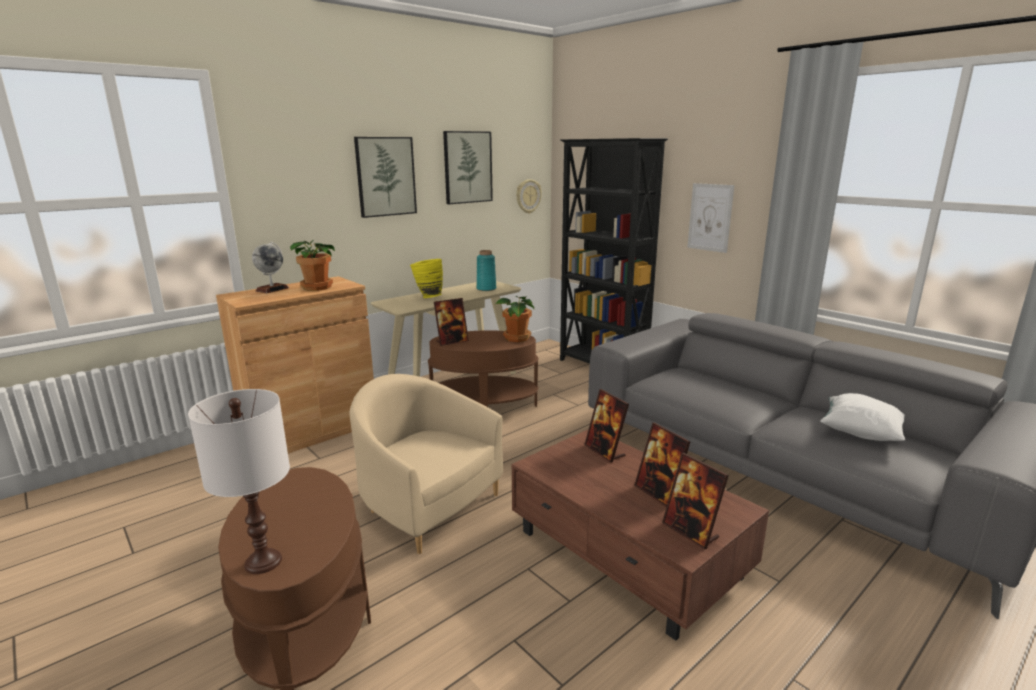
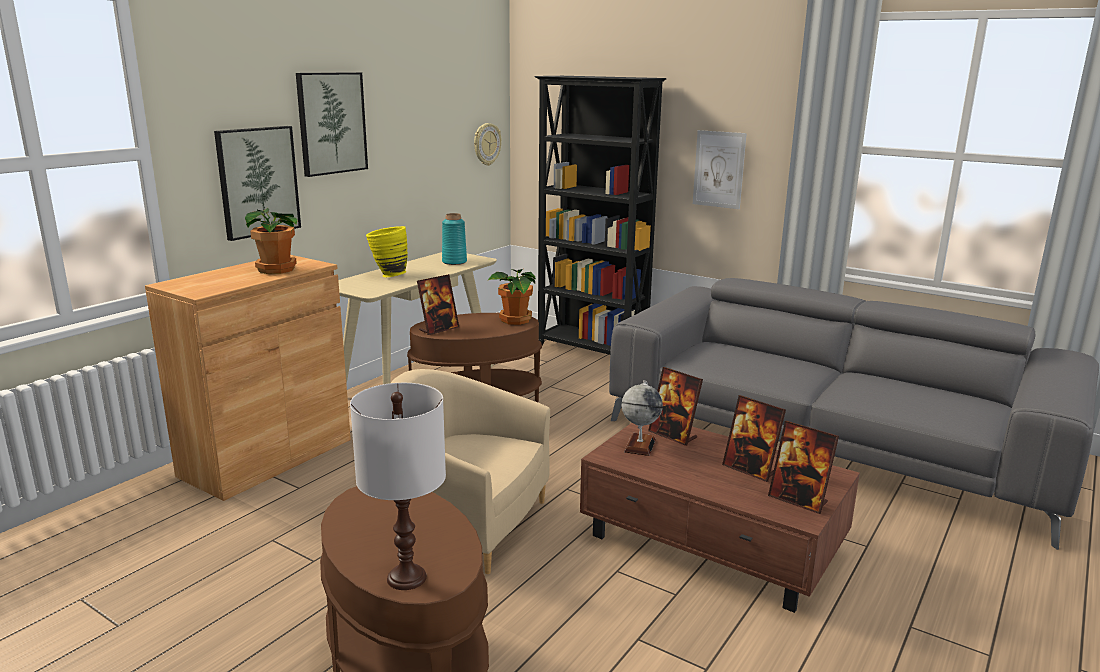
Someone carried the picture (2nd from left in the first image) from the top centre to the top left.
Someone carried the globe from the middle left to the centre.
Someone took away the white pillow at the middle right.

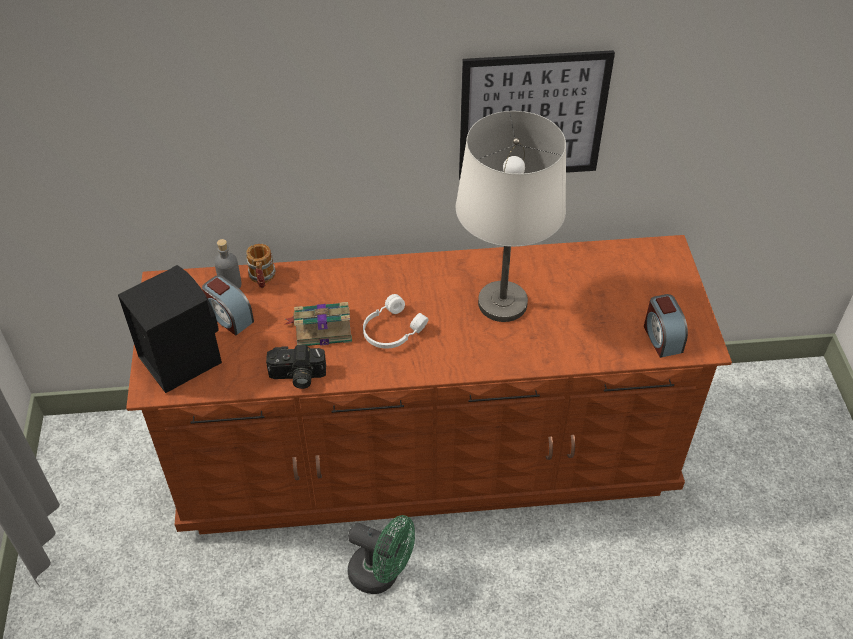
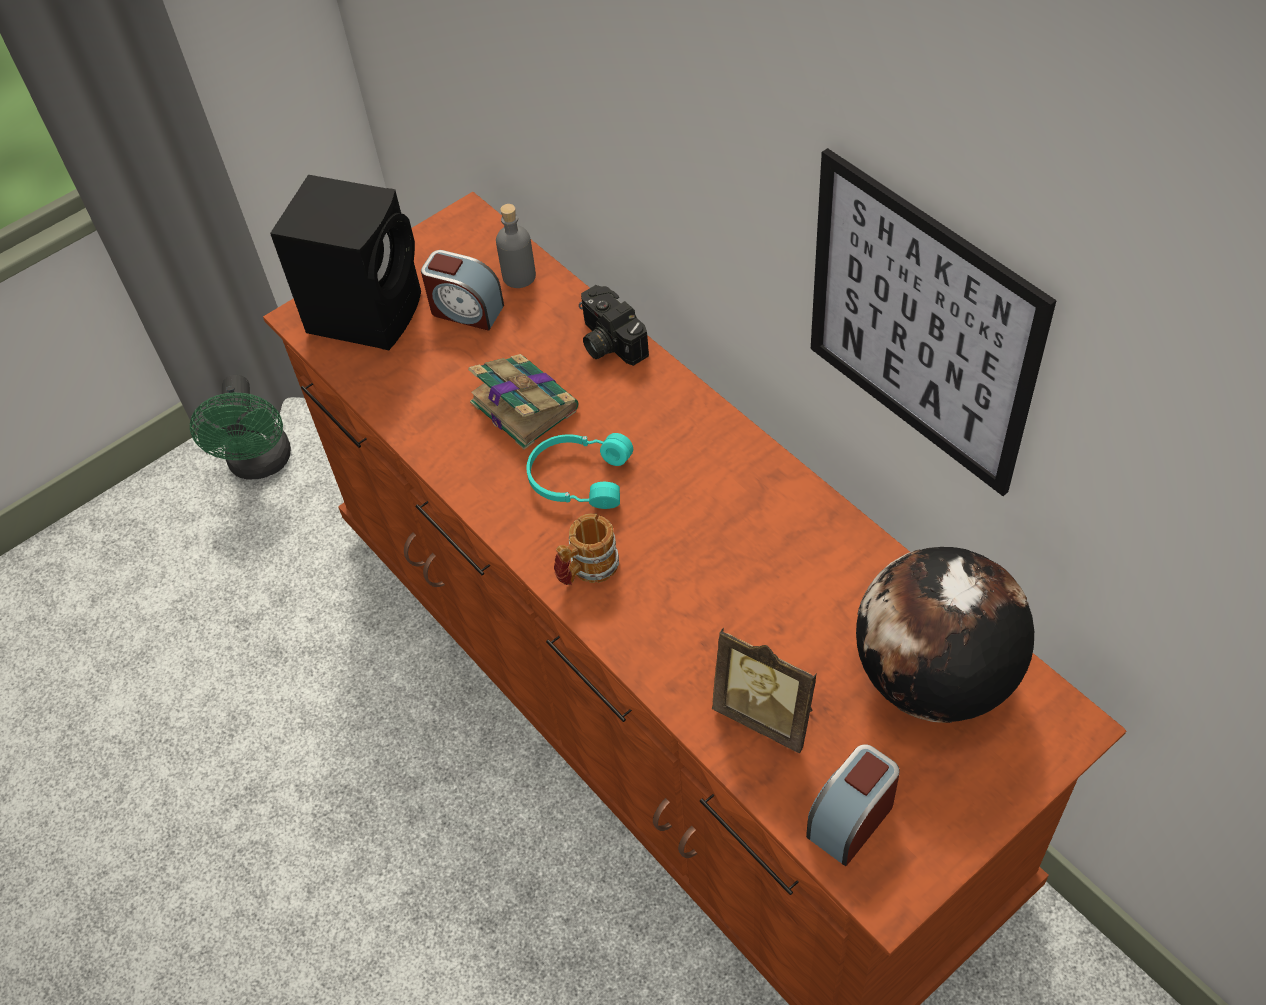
Someone took away the white table lamp at the centre.
Someone carried the mug from the middle left to the centre.
Someone rotated the alarm clock (1st from left) at the middle left by 75 degrees counterclockwise.
Someone repainted the white headphones at the centre, which became the turquoise headphones at the centre.
Someone carried the photo camera from the centre to the top centre.
Someone carried the green fan from the bottom centre to the middle left.
Someone put down the globe at the middle right.
Someone put down the picture frame at the bottom centre.

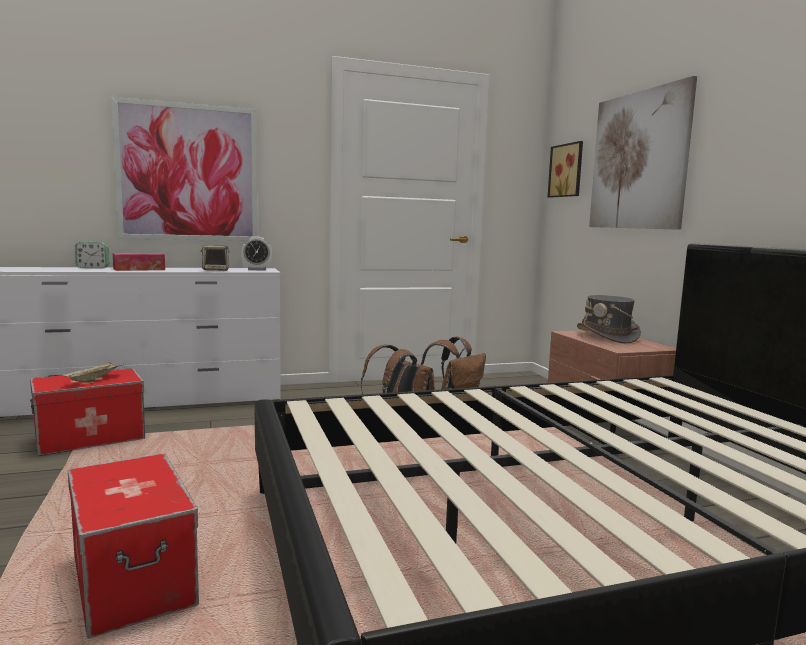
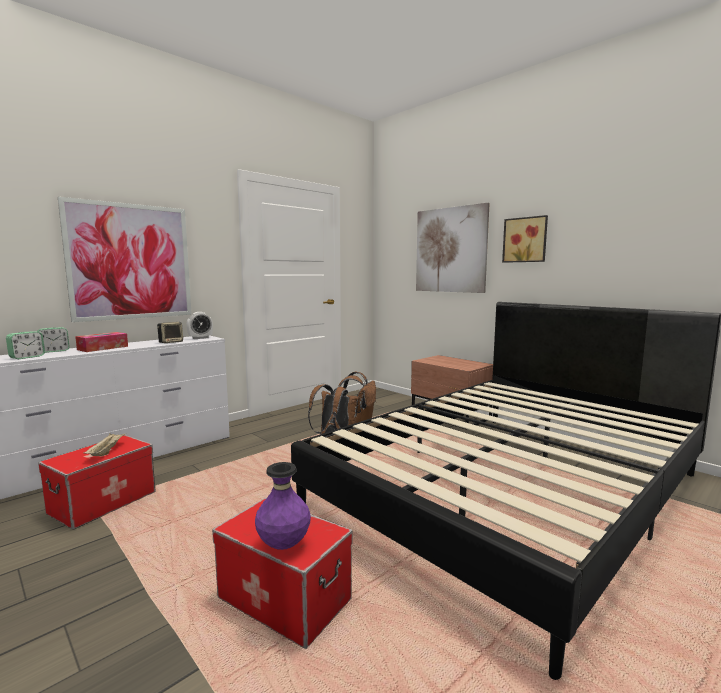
Someone carried the picture (2nd from left in the first image) from the top right to the middle right.
Someone took away the grey hat at the middle right.
Someone put down the alarm clock (1st from left) at the middle left.
Someone put down the purple vase at the bottom centre.

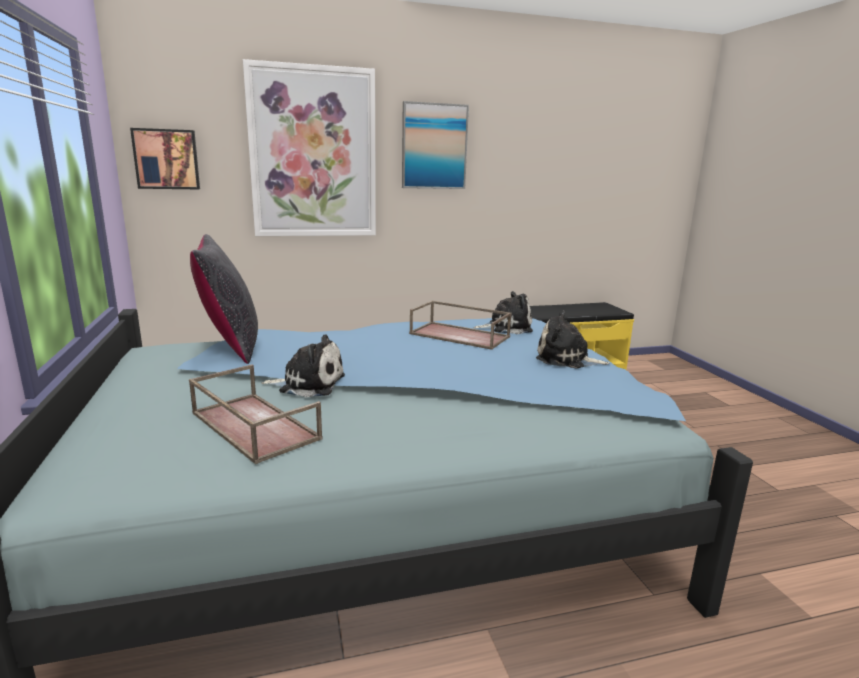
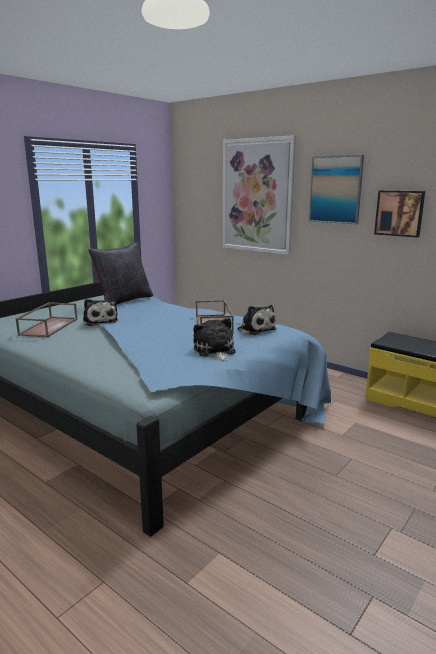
Someone carried the picture (1st from left in the first image) from the top left to the top right.

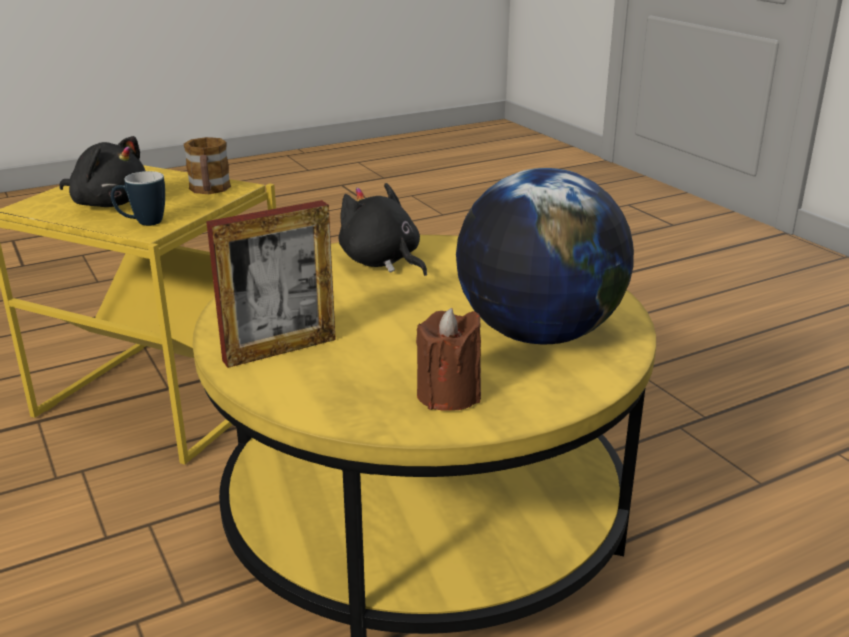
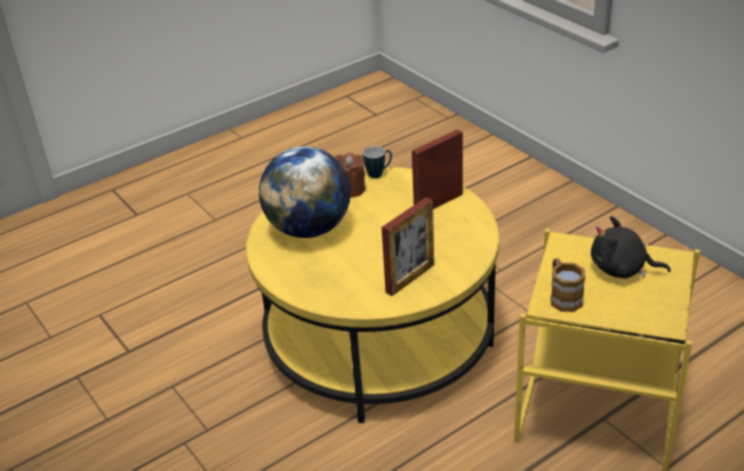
Someone carried the mug (1st from left) from the top left to the centre.
Someone swapped the black plush toy (2nd from left) at the centre for the picture frame (1st from left) at the centre.

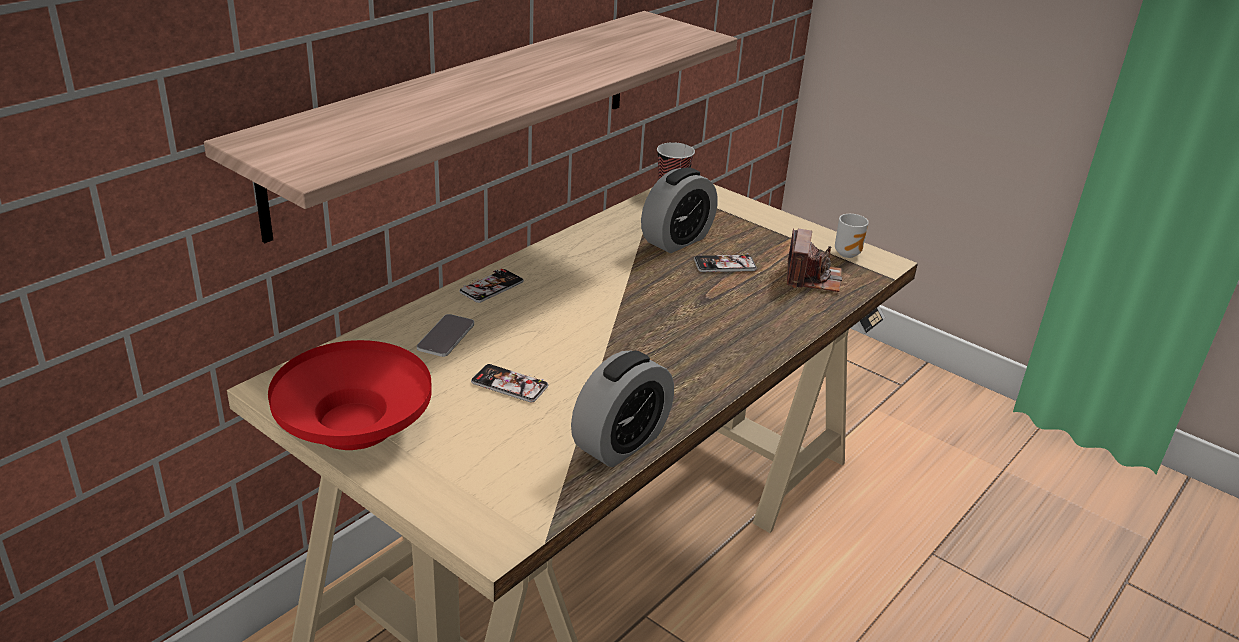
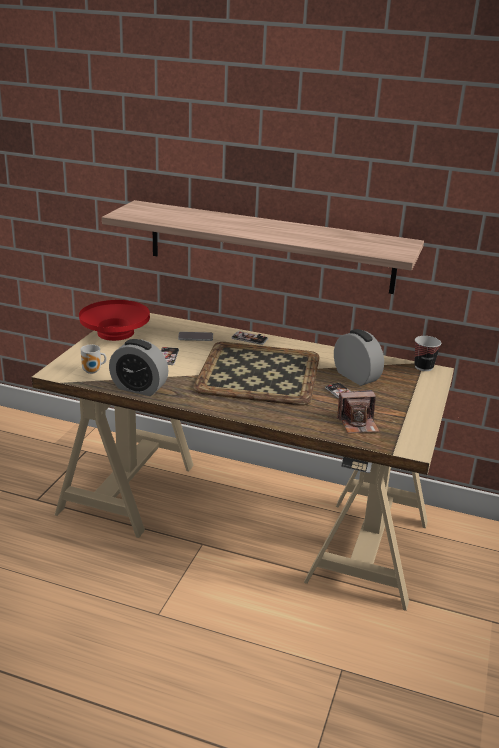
Someone rotated the alarm clock (2nd from left) at the top centre by 150 degrees counterclockwise.
Someone carried the mug from the middle right to the middle left.
Someone put down the tray at the centre.

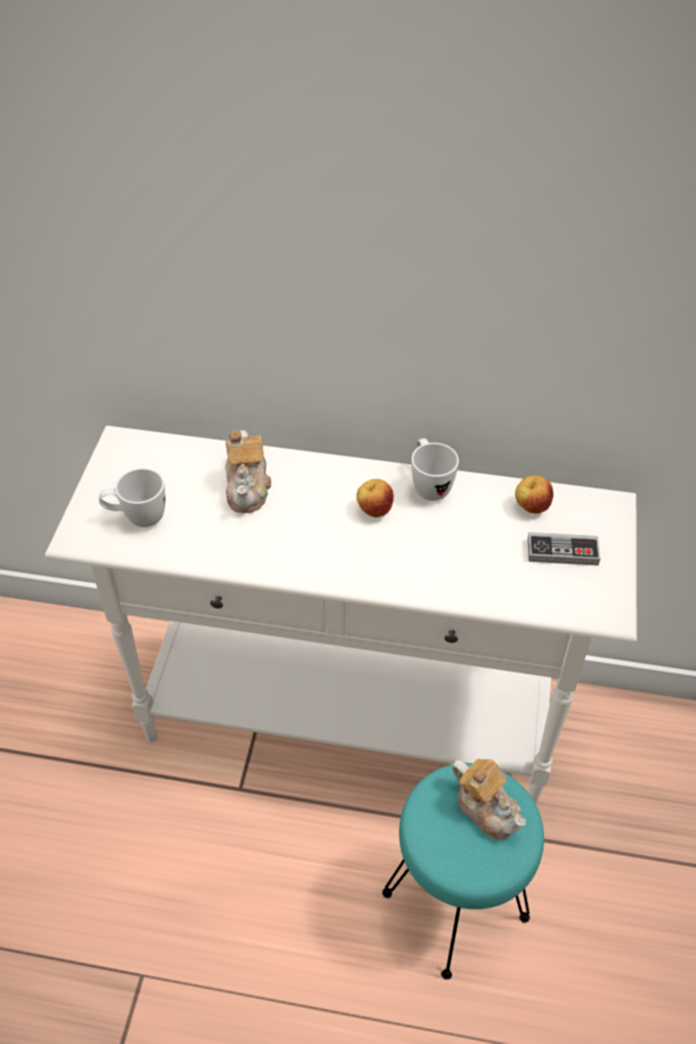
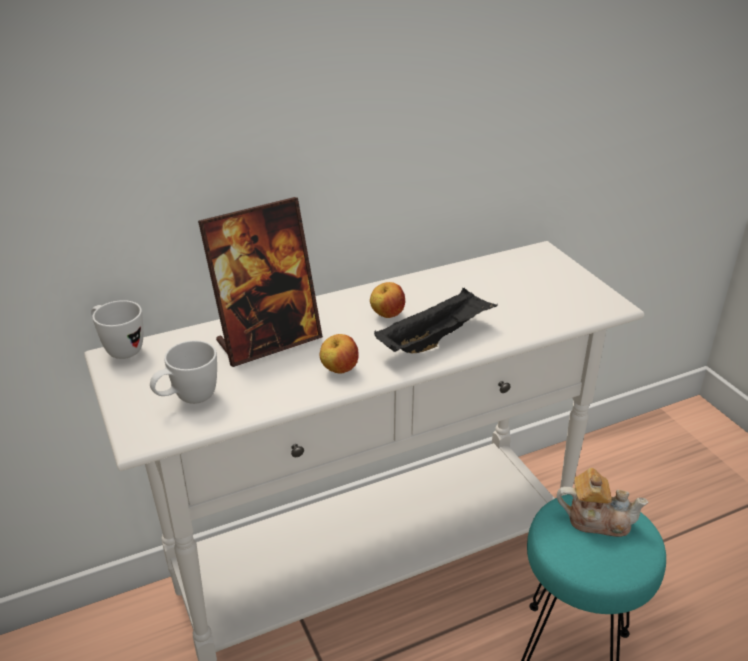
Someone swapped the teapot (1st from left) at the centre for the picture frame at the centre.
Someone carried the white mug (2nd from left in the first image) from the centre to the middle left.
Someone carried the apple (2nd from left in the first image) from the middle right to the centre.
Someone took away the game controller at the middle right.
Someone put down the black tray at the centre.

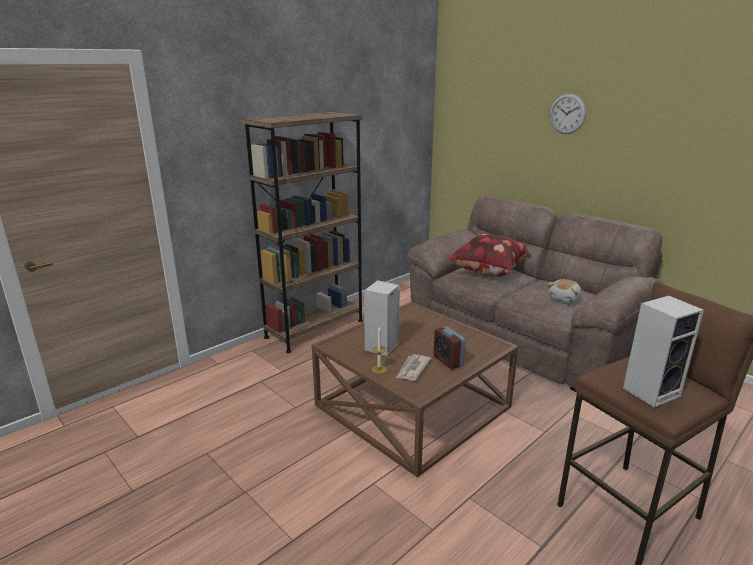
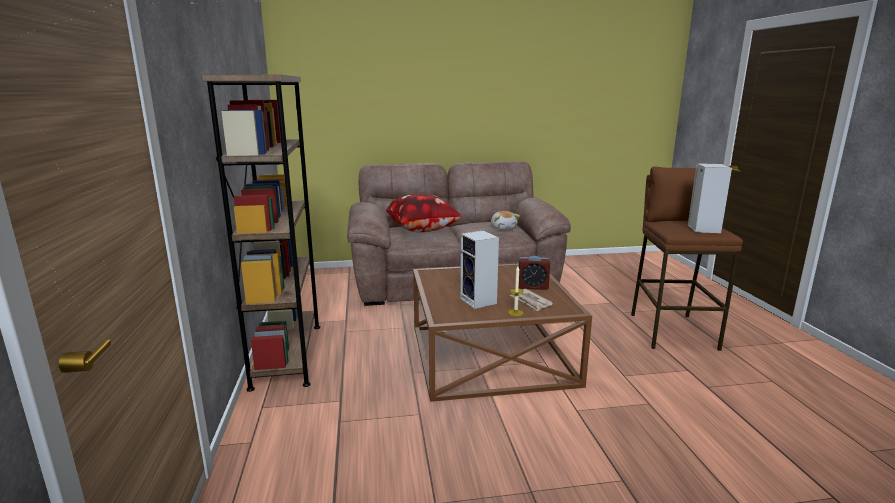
Someone took away the wall clock at the top right.

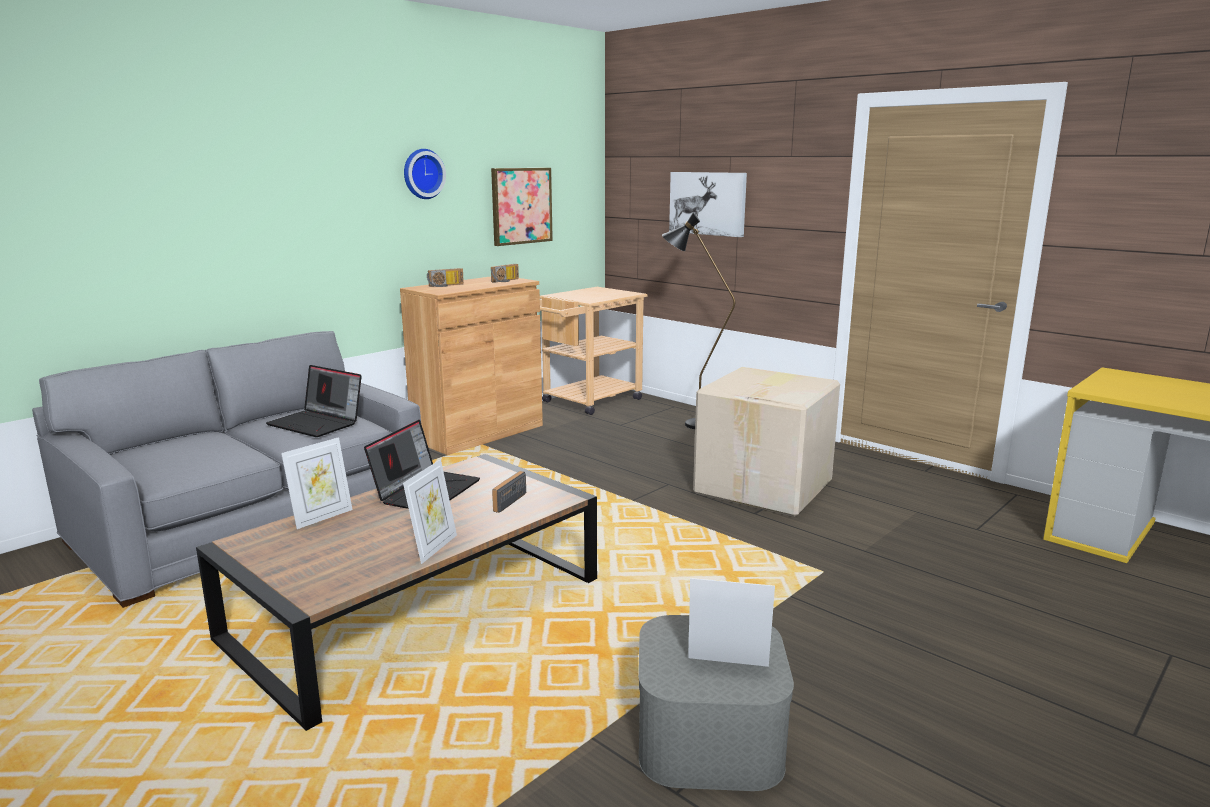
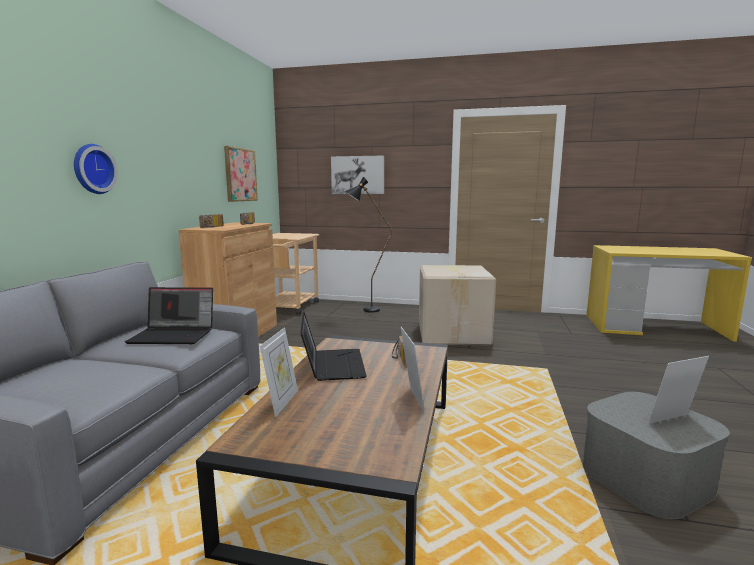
Someone carried the wall clock from the top centre to the top left.

